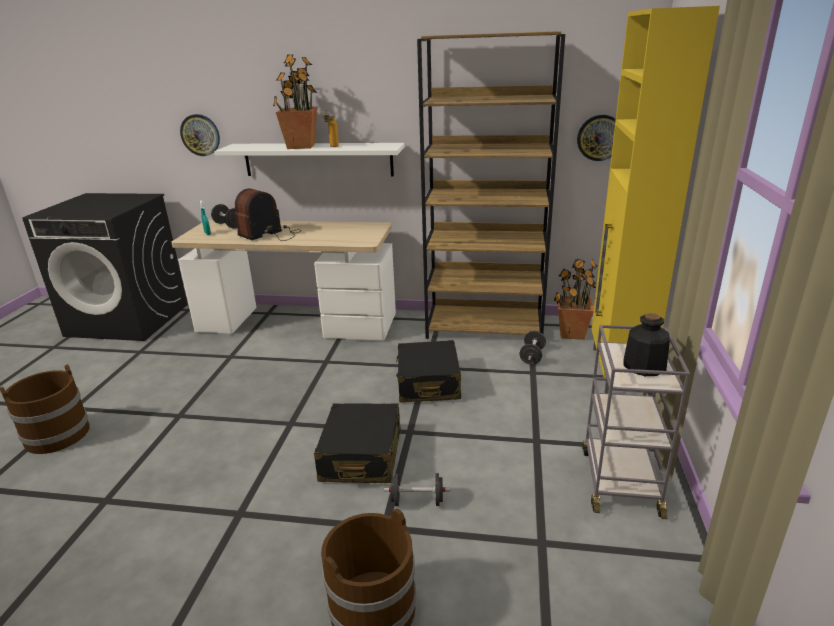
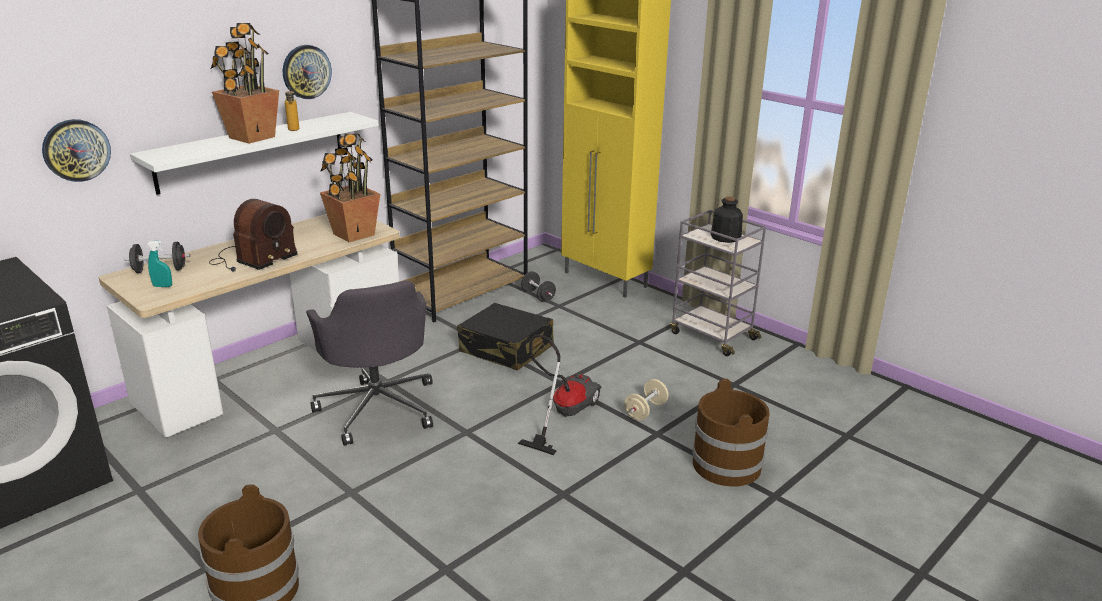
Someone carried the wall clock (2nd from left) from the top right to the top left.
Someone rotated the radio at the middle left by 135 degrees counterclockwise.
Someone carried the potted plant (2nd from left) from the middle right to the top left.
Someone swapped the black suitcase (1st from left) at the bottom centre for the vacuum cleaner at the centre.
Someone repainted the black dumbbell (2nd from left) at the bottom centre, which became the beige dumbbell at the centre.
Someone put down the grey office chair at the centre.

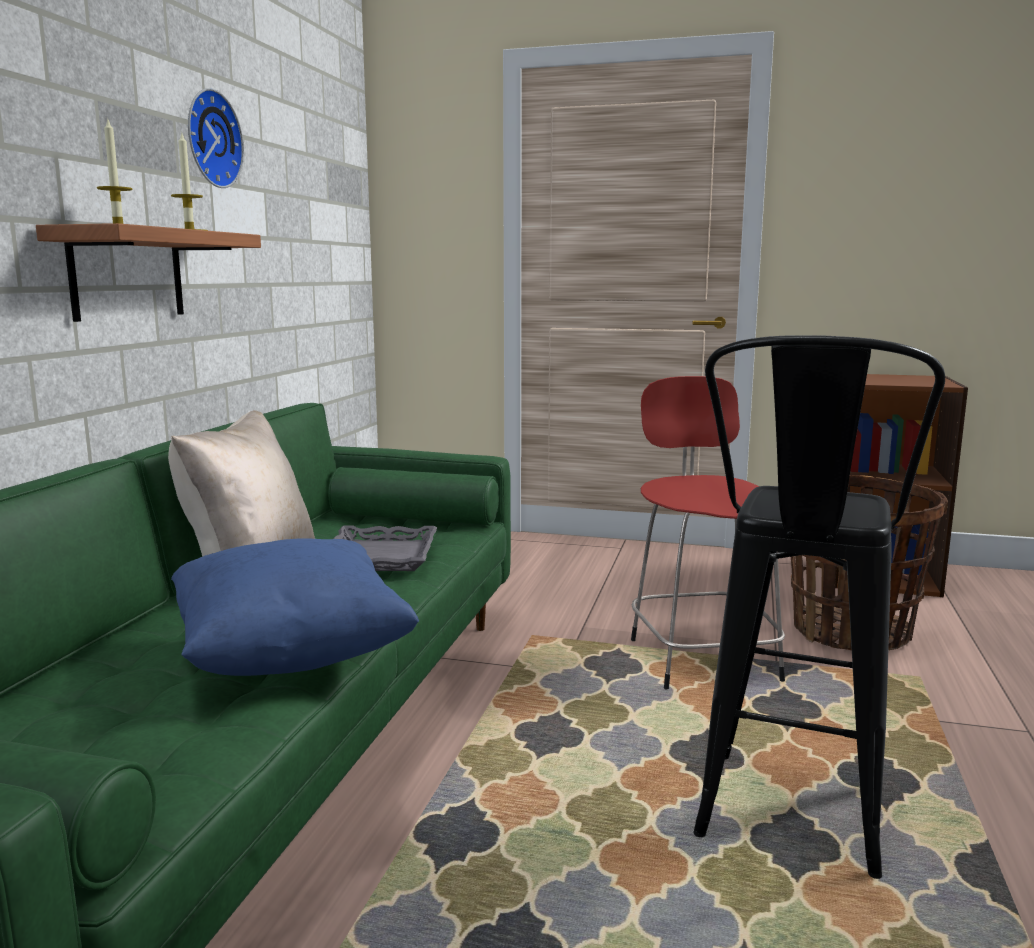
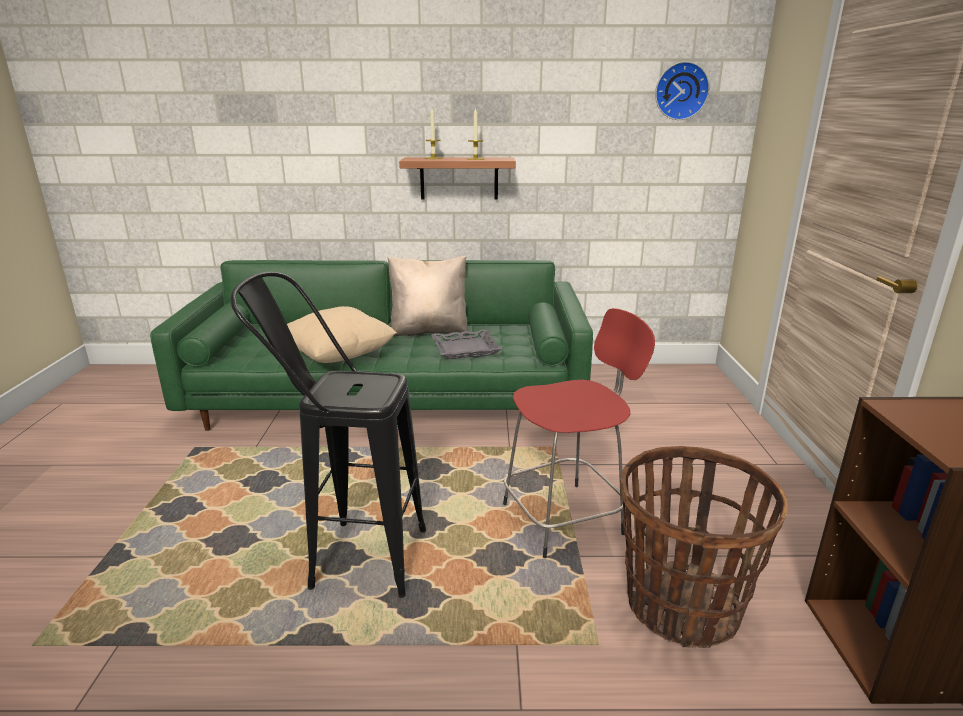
Someone carried the wall clock from the top left to the top right.
Someone repainted the blue pillow at the middle left, which became the beige pillow (1st from left) at the centre.

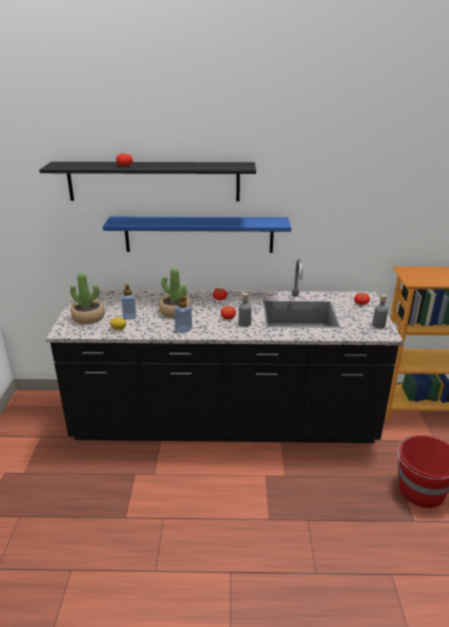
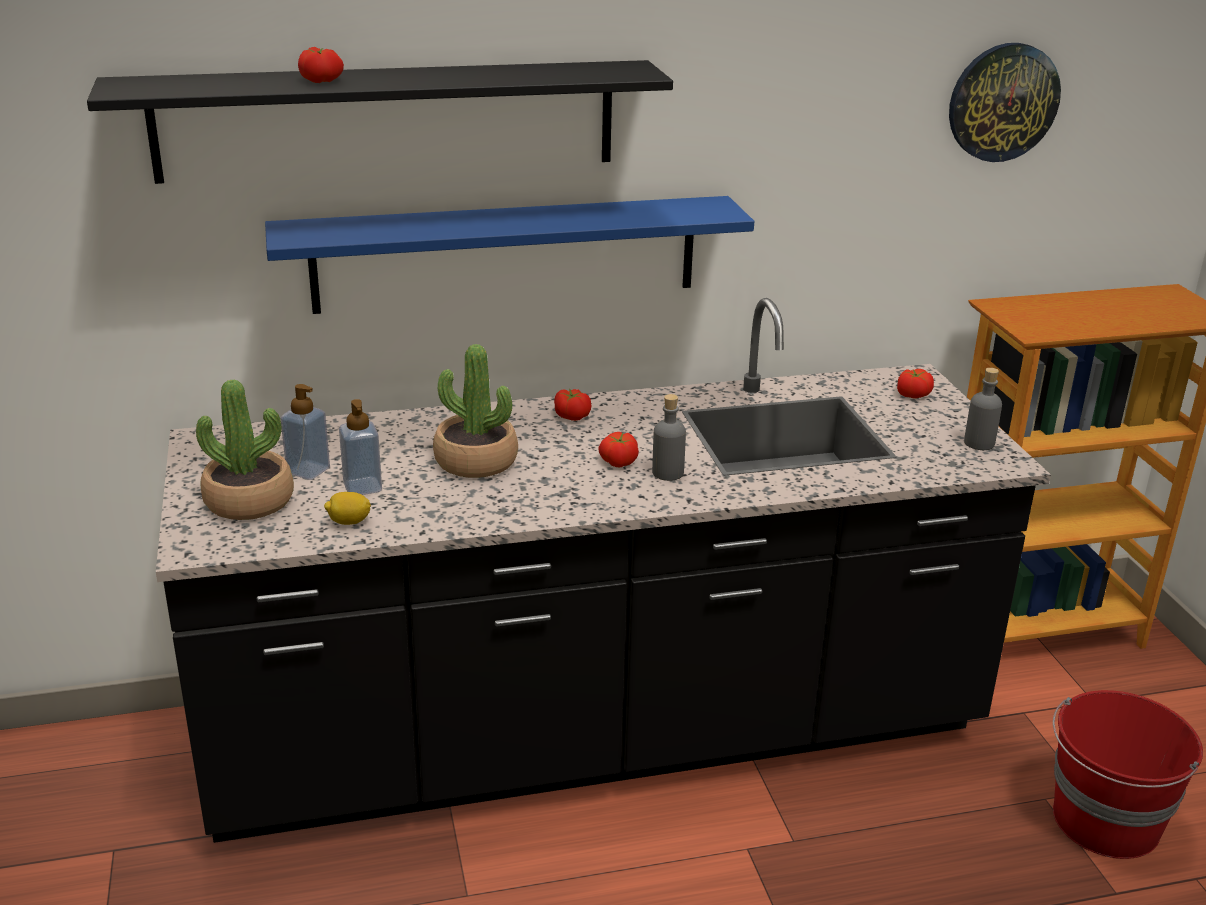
Someone carried the soap dispenser (2nd from left in the first image) from the centre to the middle left.
Someone put up the wall clock at the top right.

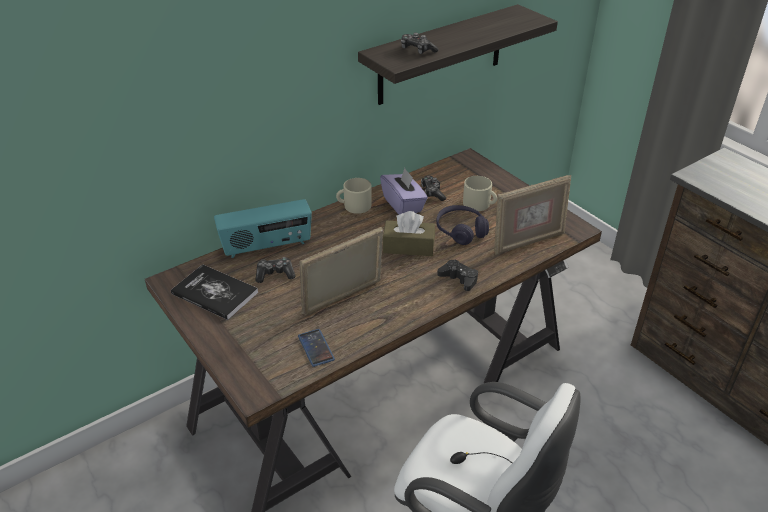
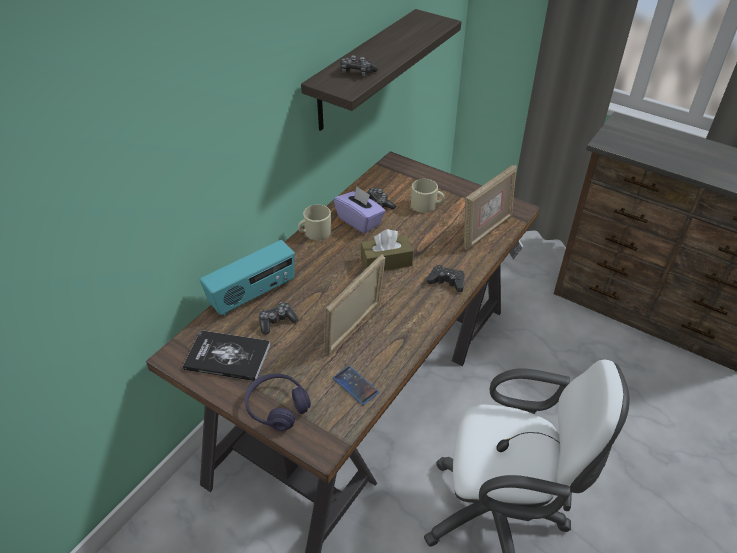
Someone carried the purple headphones from the centre to the bottom centre.

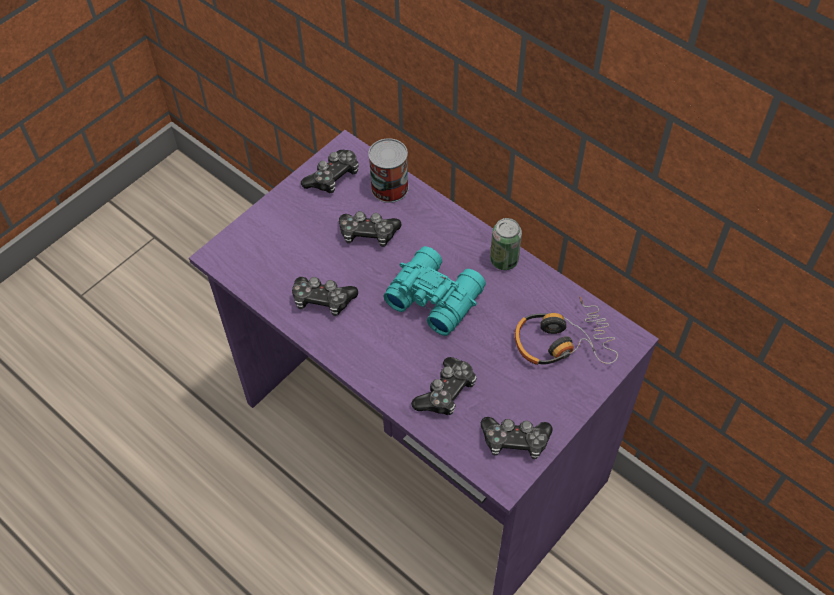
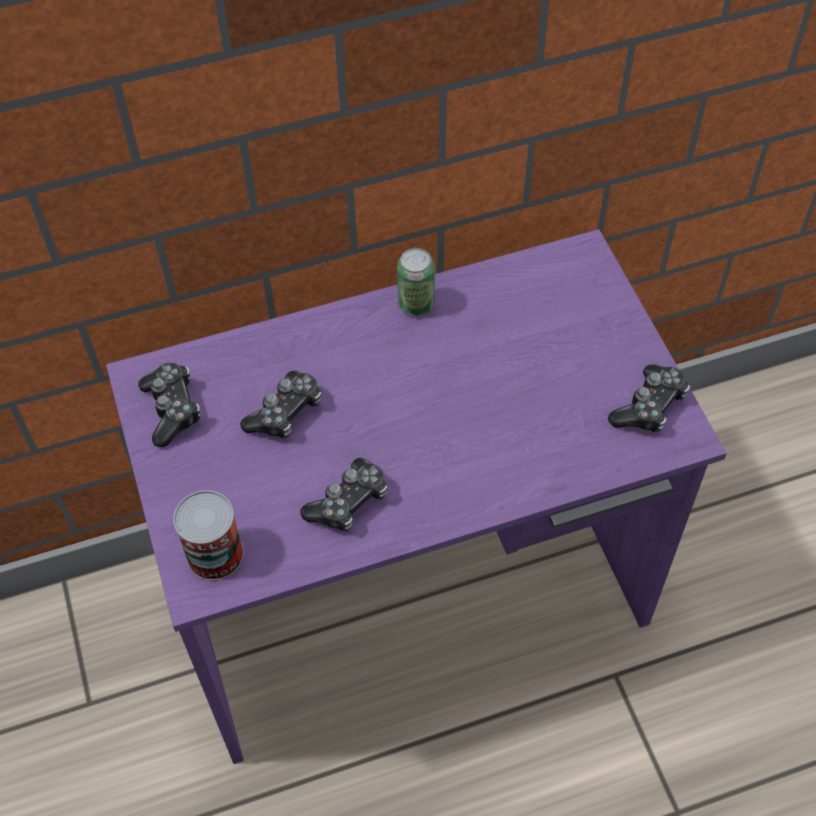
Someone carried the can (1st from left) from the top centre to the middle left.
Someone took away the turquoise binoculars at the centre.
Someone took away the headphones at the middle right.
Someone took away the game controller (4th from left) at the centre.

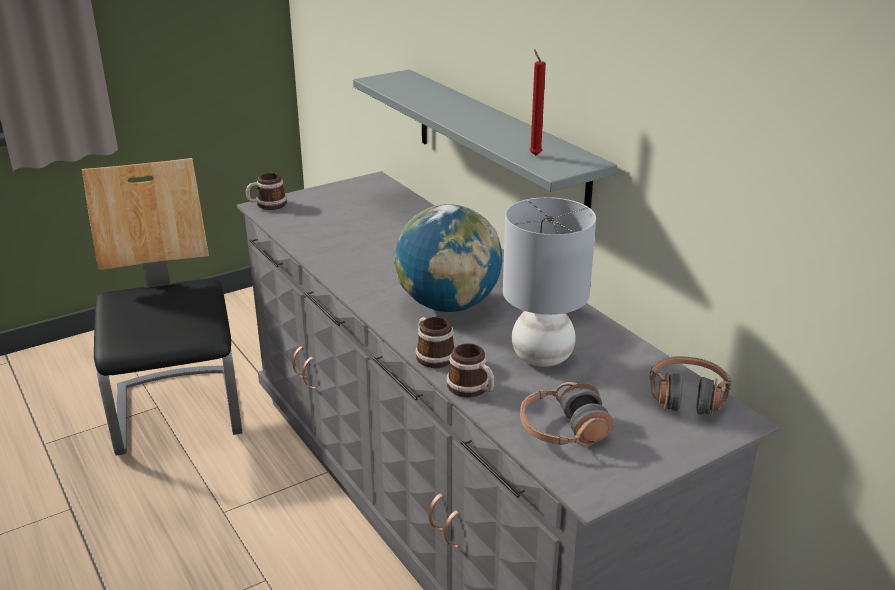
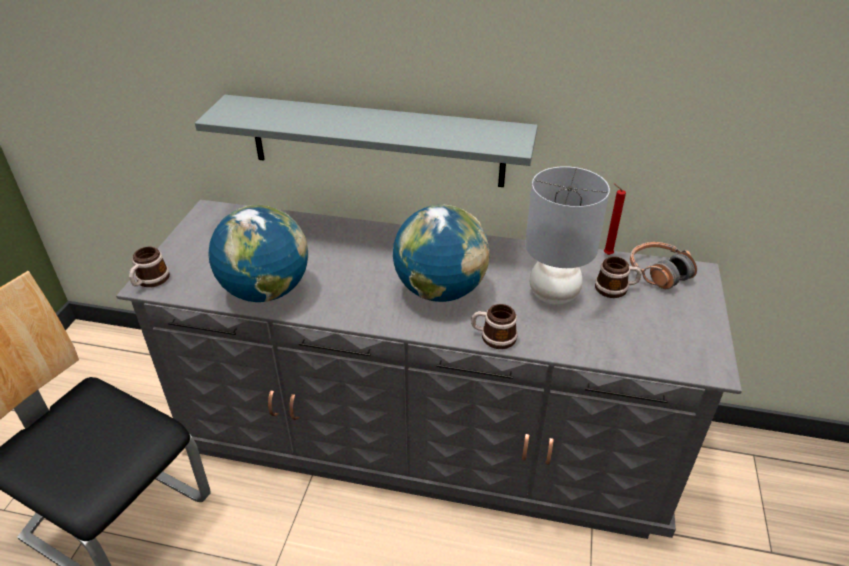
Someone carried the red candle from the top centre to the middle right.
Someone carried the mug (3rd from left) from the centre to the middle right.
Someone took away the headphones (1st from left) at the bottom centre.
Someone put down the globe (1st from left) at the middle left.

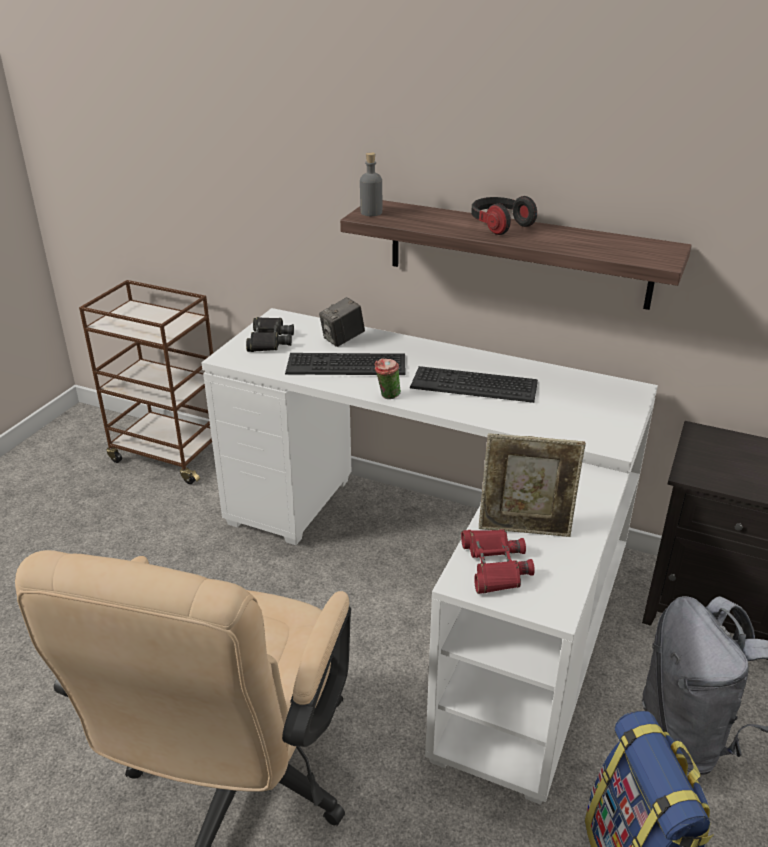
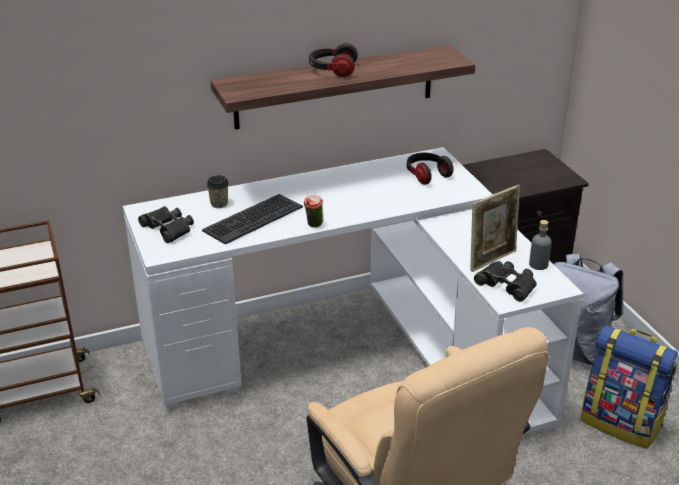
Someone carried the grey bottle from the top centre to the middle right.
Someone swapped the photo camera at the centre for the cup (1st from left) at the middle left.
Someone took away the keyboard (2nd from left) at the centre.
Someone repainted the red binoculars at the centre, which became the black binoculars (2nd from left) at the middle right.
Someone put down the headphones (2nd from left) at the centre.

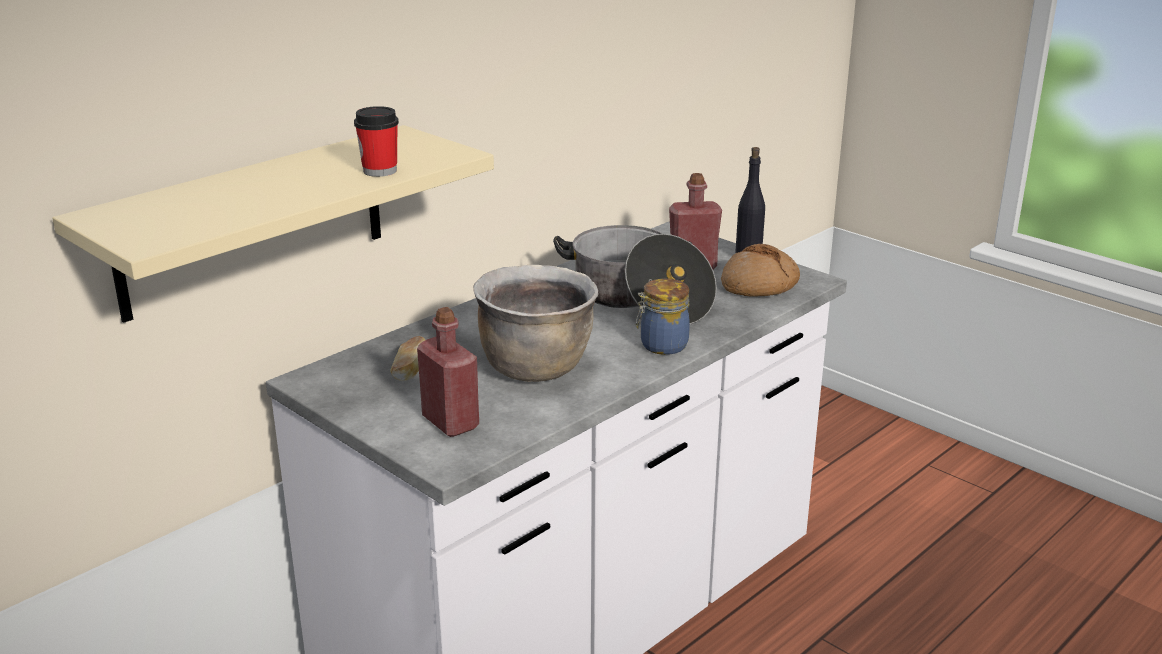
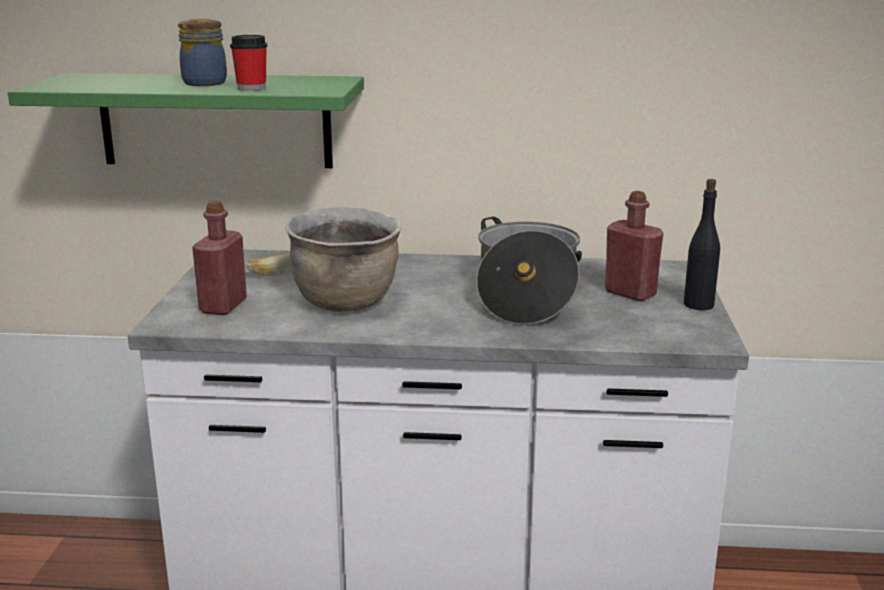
Someone repainted the beige shelf at the middle left, which became the green shelf at the top left.
Someone took away the bread (2nd from left) at the centre.
Someone carried the jar from the centre to the top left.

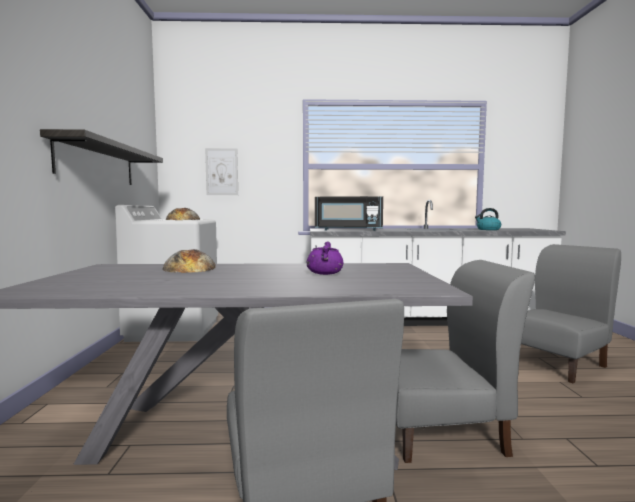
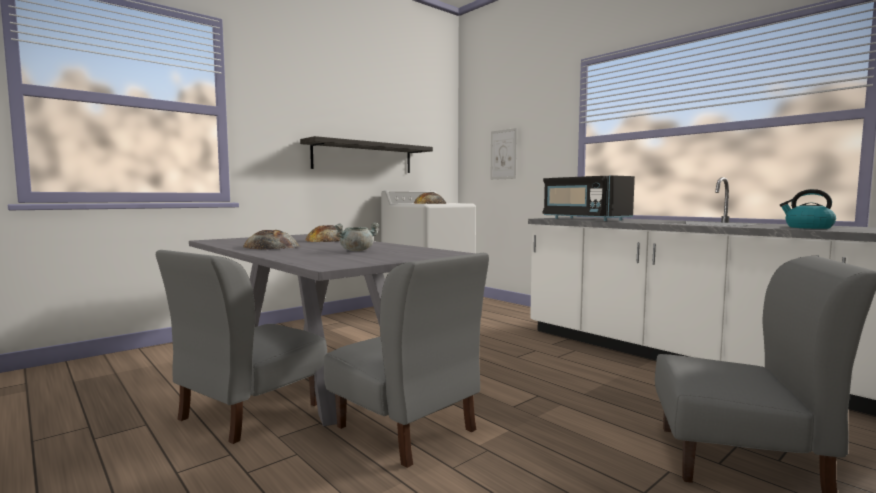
Someone repainted the purple cooking pot at the centre, which became the grey cooking pot at the centre.
Someone put down the bread (1st from left) at the middle left.

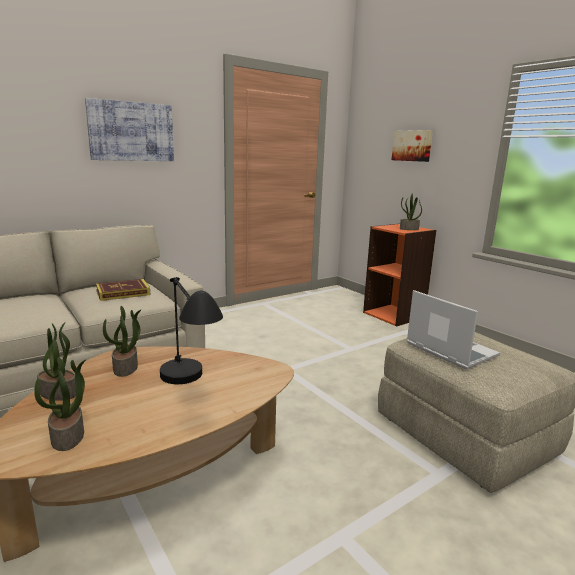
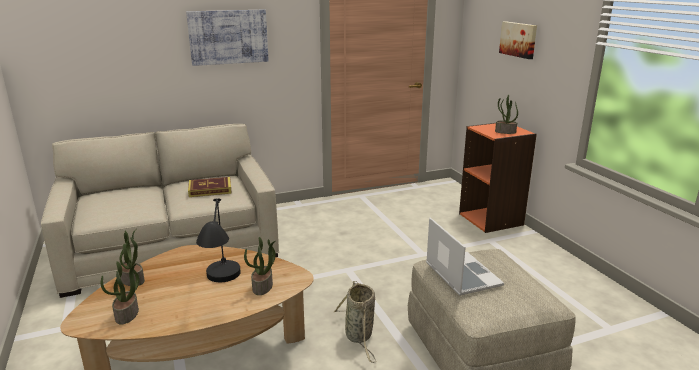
Someone carried the potted plant (3rd from left) from the middle left to the bottom centre.
Someone put down the basket at the bottom centre.

